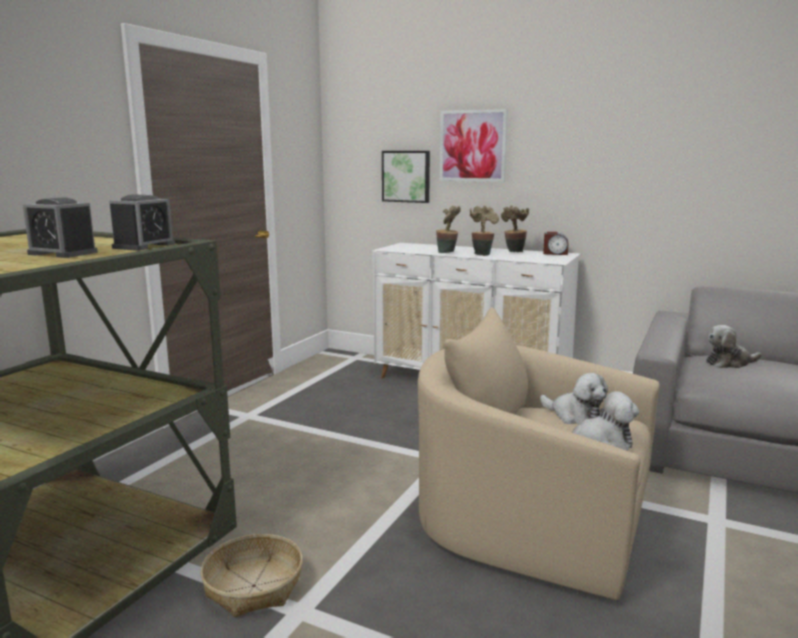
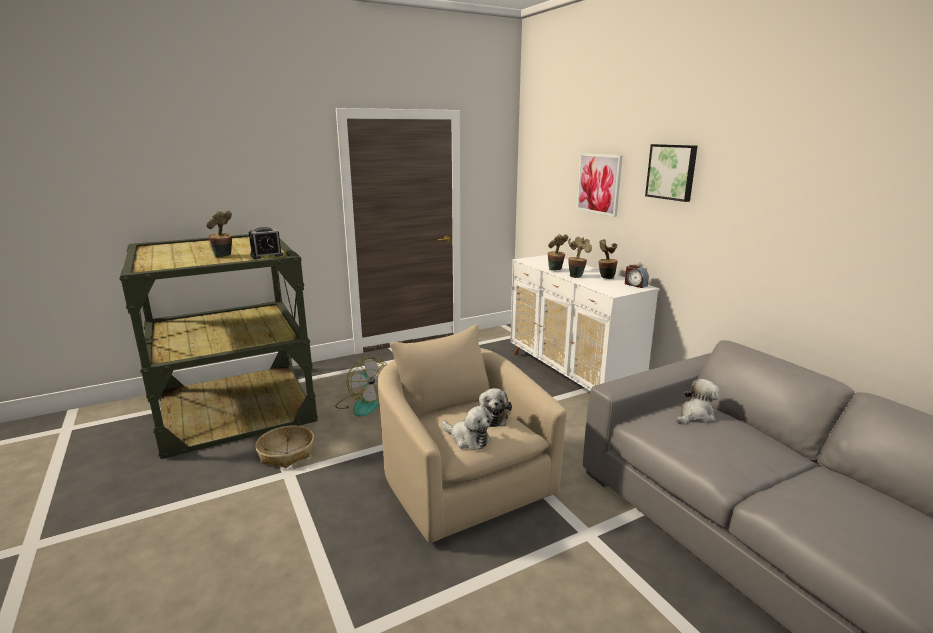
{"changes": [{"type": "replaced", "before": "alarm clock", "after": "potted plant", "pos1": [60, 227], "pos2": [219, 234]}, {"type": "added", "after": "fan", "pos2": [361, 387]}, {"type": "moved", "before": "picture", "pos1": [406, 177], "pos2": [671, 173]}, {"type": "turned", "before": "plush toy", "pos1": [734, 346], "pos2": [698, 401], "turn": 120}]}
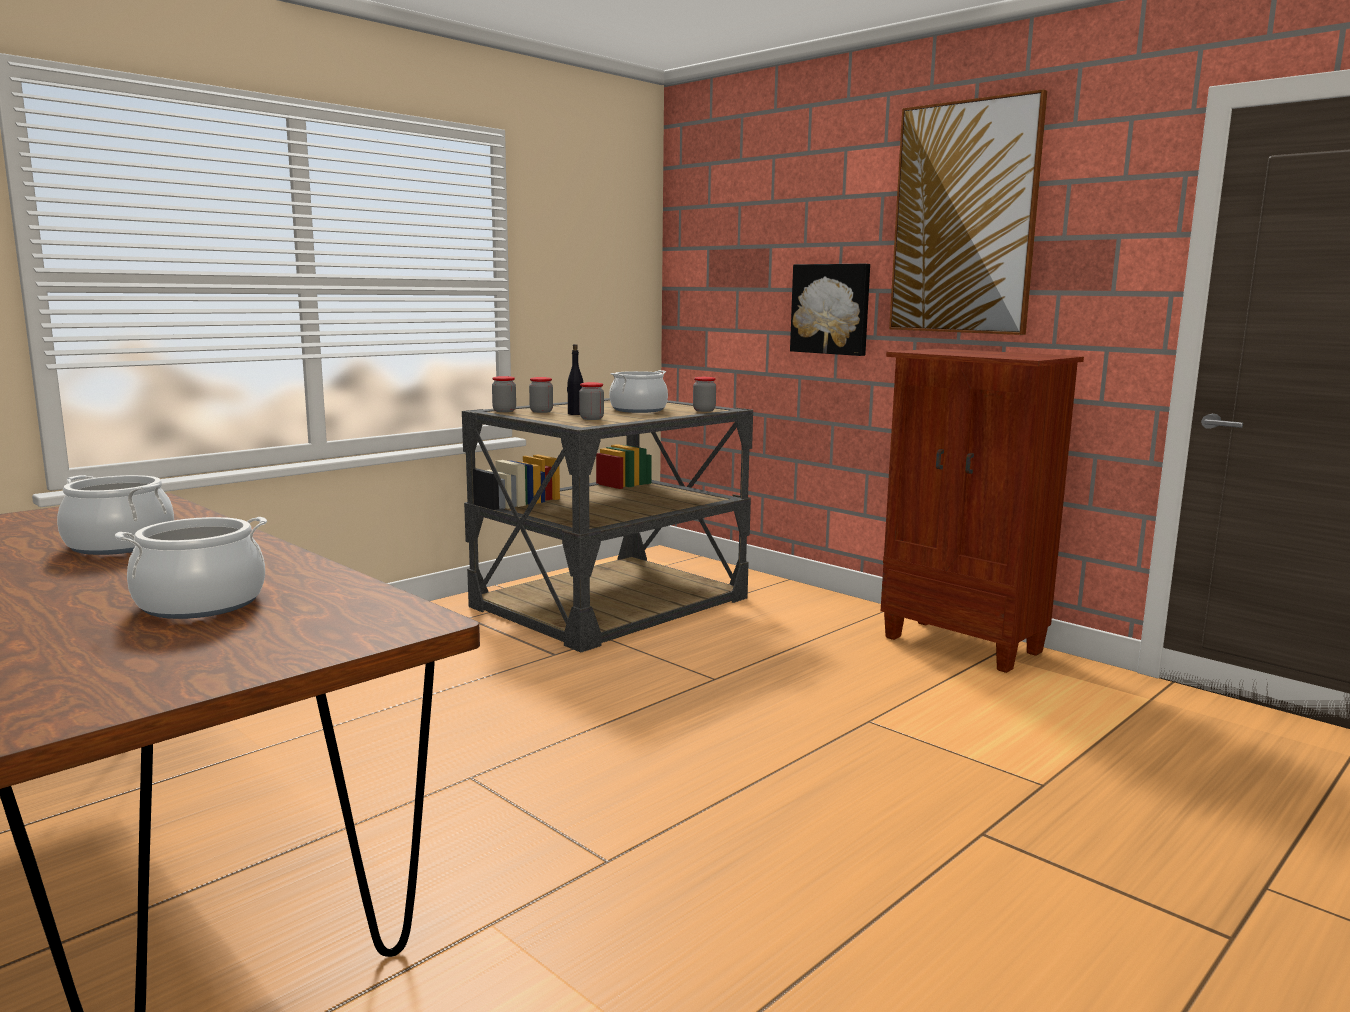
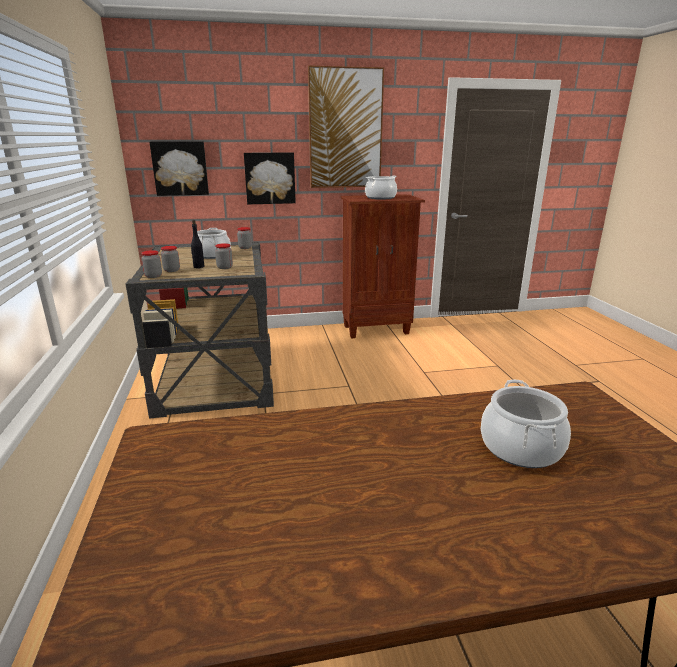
{"changes": [{"type": "added", "after": "picture", "pos2": [179, 168]}, {"type": "moved", "before": "cooking pot", "pos1": [115, 515], "pos2": [381, 188]}]}
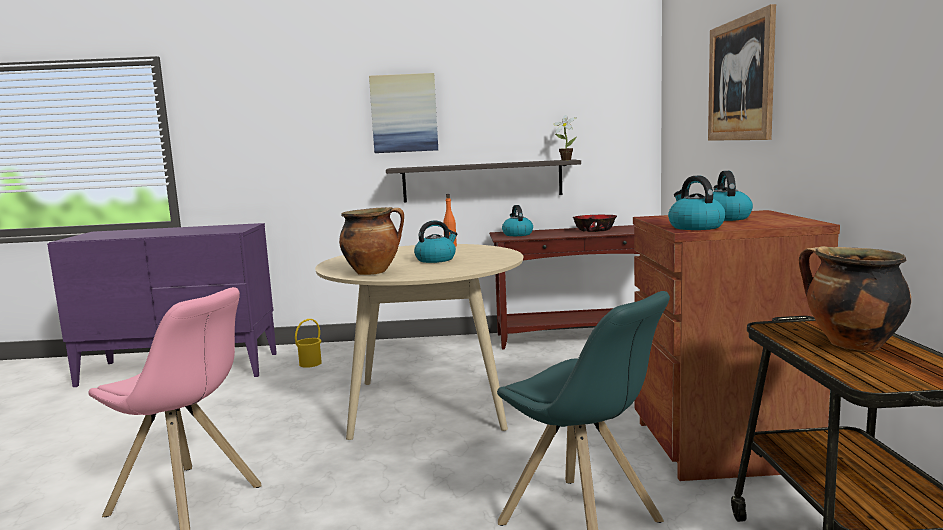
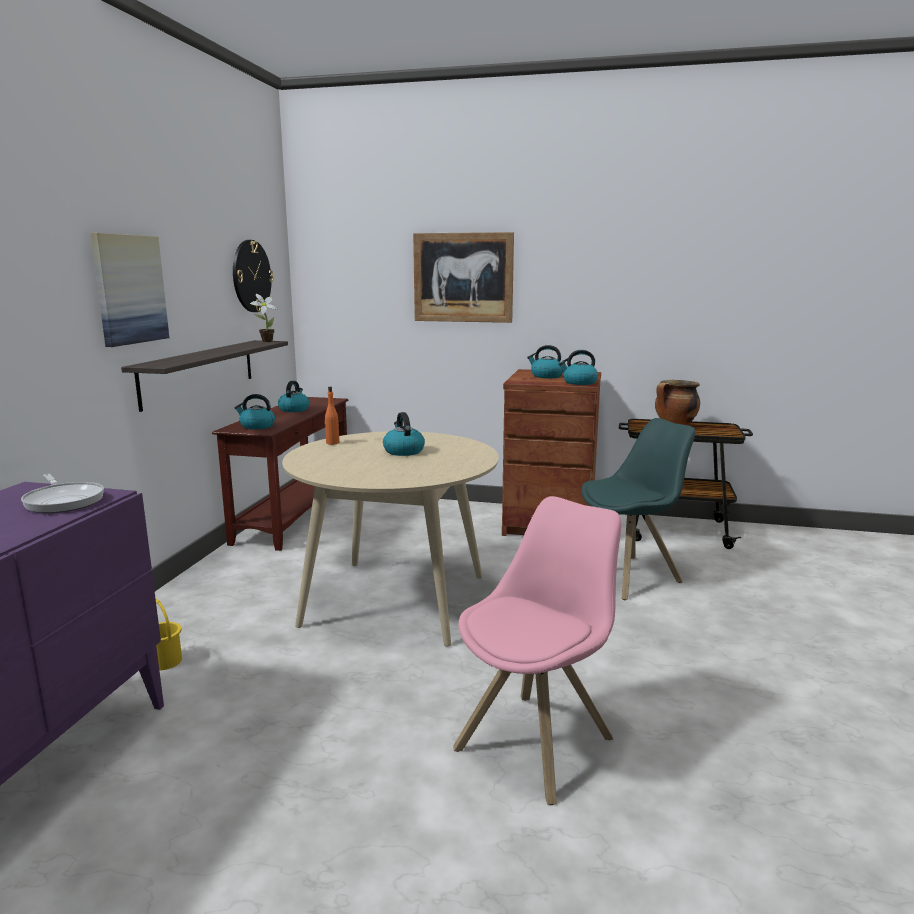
{"changes": [{"type": "added", "after": "frying pan", "pos2": [62, 493]}, {"type": "added", "after": "wall clock", "pos2": [253, 276]}, {"type": "replaced", "before": "bowl", "after": "kettle", "pos1": [595, 223], "pos2": [293, 396]}, {"type": "removed", "before": "cooking pot", "pos1": [371, 241]}]}
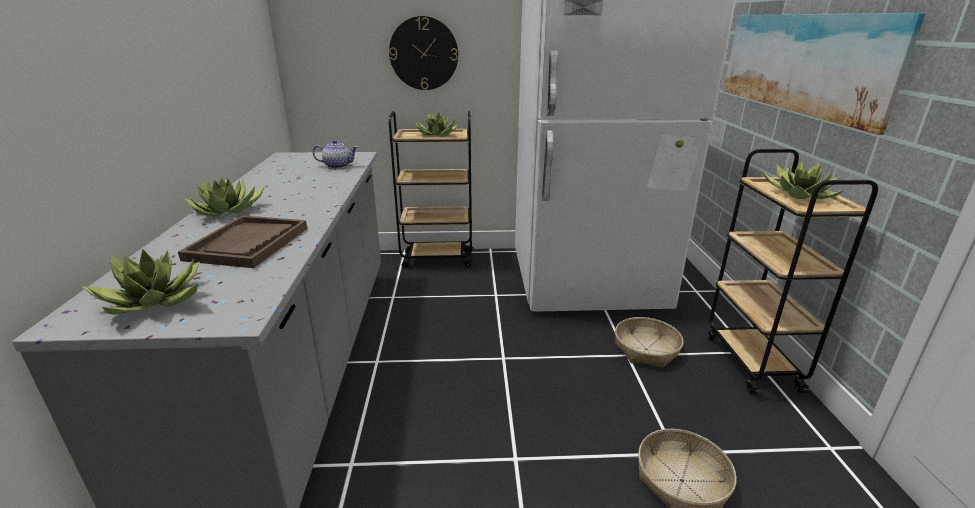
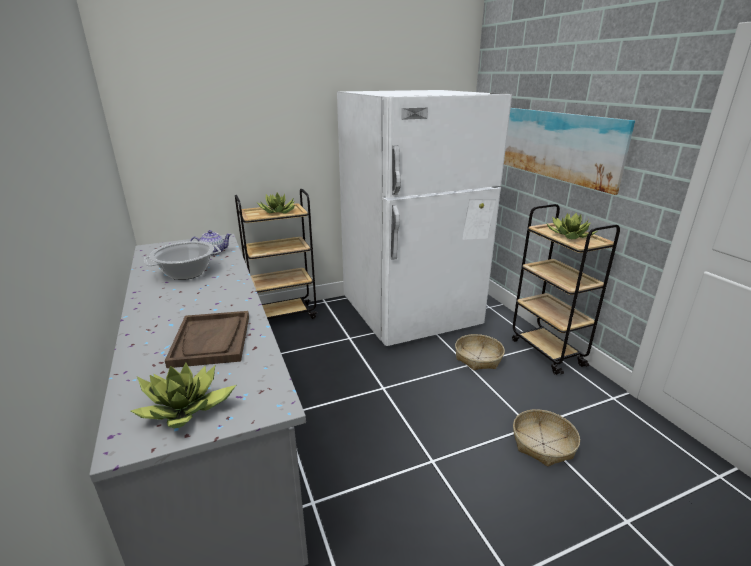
{"changes": [{"type": "added", "after": "cooking pot", "pos2": [182, 260]}, {"type": "removed", "before": "potted plant", "pos1": [225, 197]}, {"type": "removed", "before": "wall clock", "pos1": [423, 53]}]}
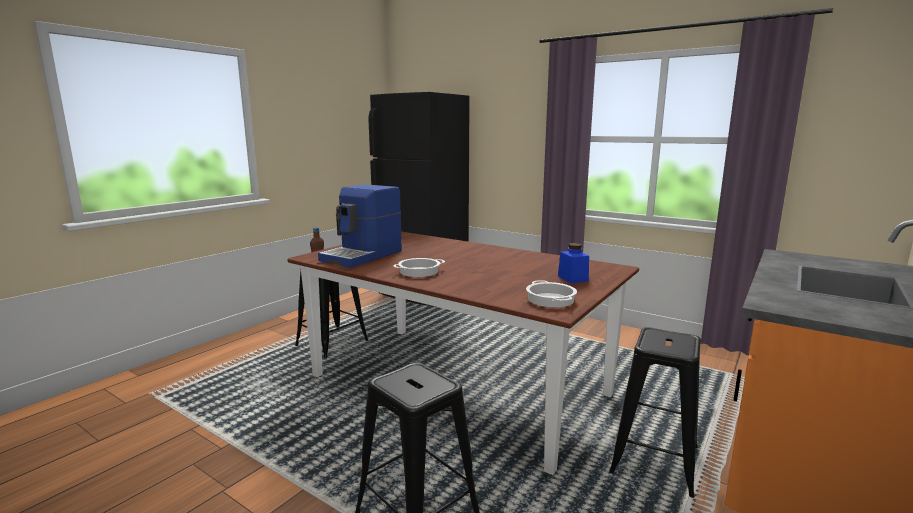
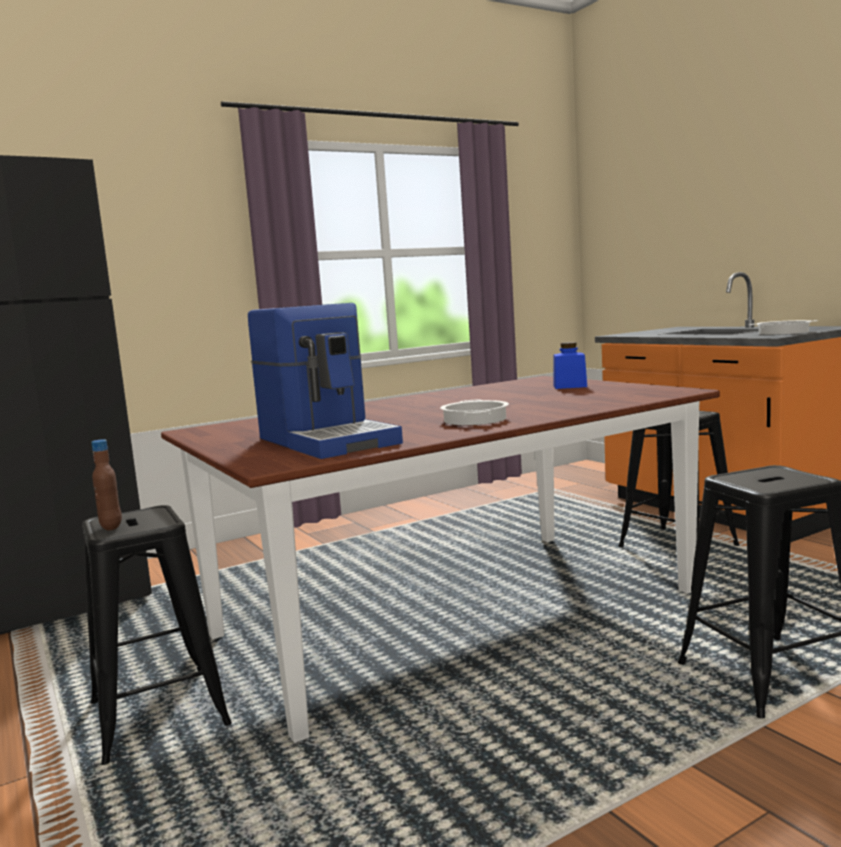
{"changes": [{"type": "moved", "before": "cooking pot", "pos1": [551, 293], "pos2": [783, 327]}]}
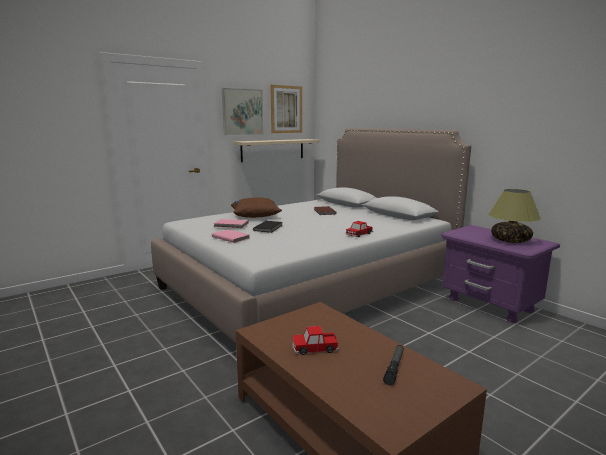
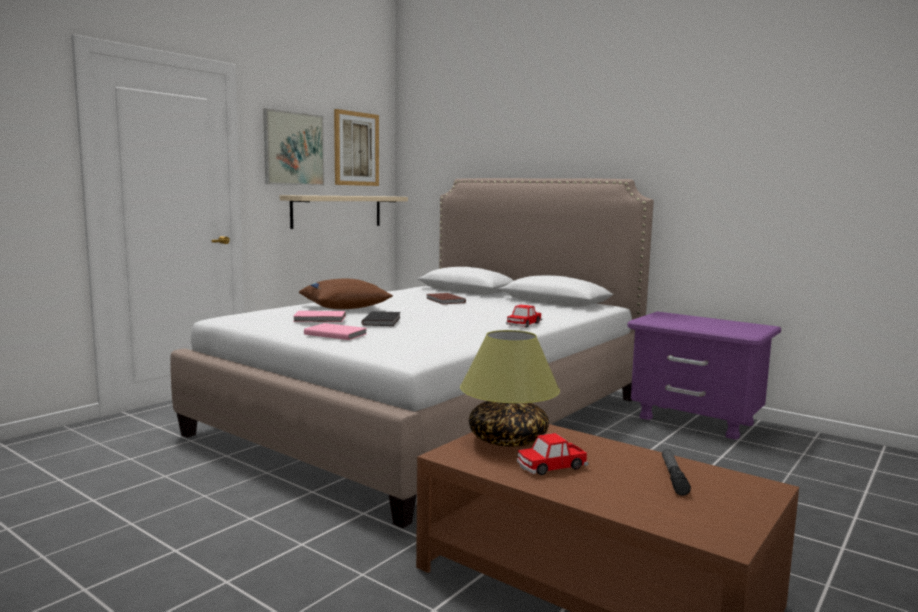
{"changes": [{"type": "moved", "before": "table lamp", "pos1": [514, 216], "pos2": [510, 388]}]}
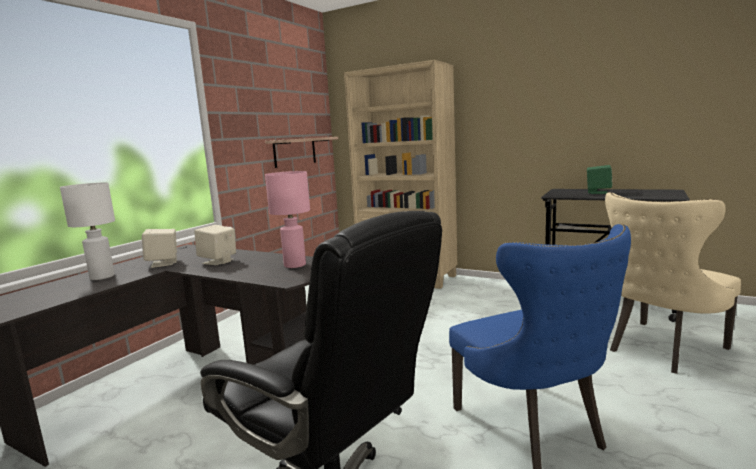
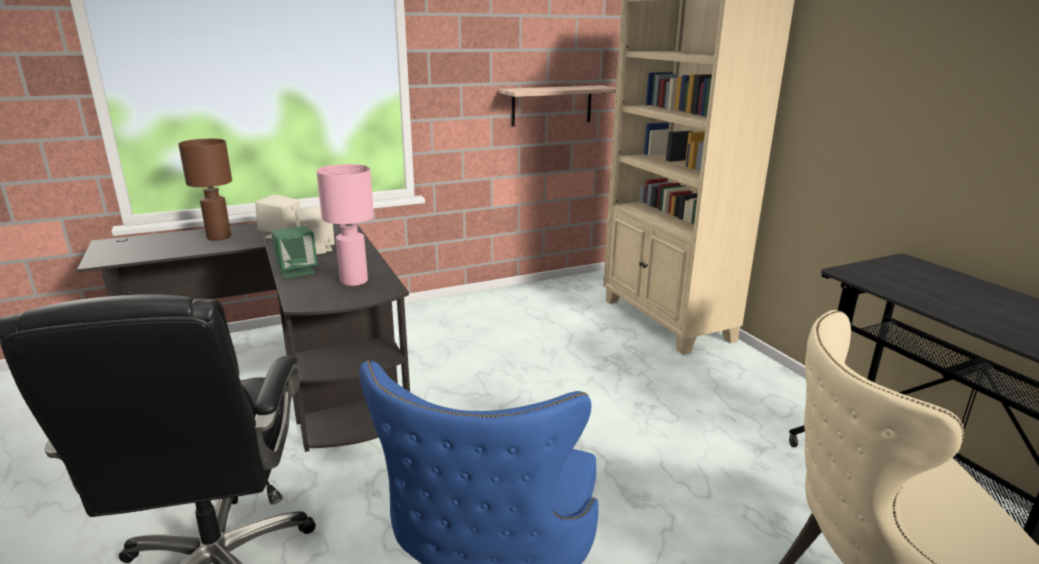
{"changes": [{"type": "recoloured", "before": "table lamp in white", "after": "table lamp in brown", "pos1": [87, 231], "pos2": [205, 190]}, {"type": "moved", "before": "speaker in green", "pos1": [600, 179], "pos2": [294, 252]}]}
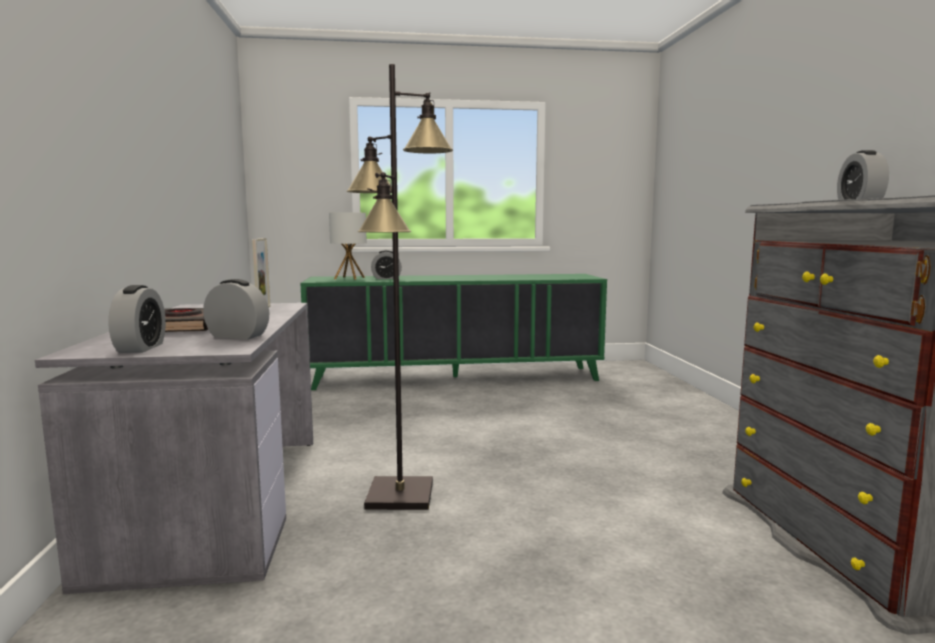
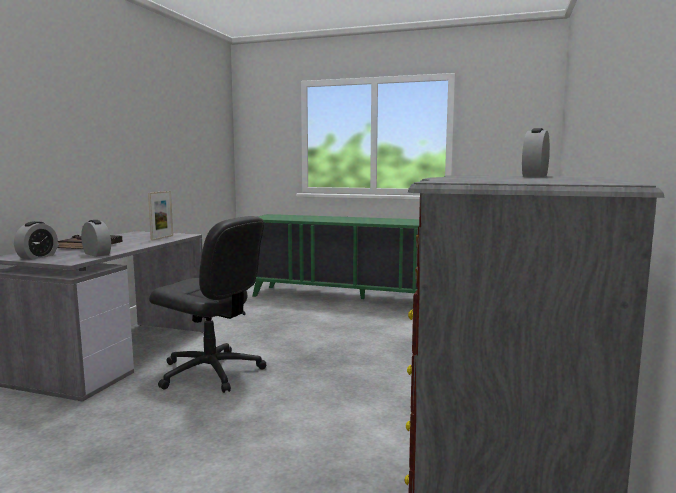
{"changes": [{"type": "replaced", "before": "floor lamp in black", "after": "office chair in black", "pos1": [399, 287], "pos2": [208, 304]}, {"type": "removed", "before": "table lamp", "pos1": [348, 246]}, {"type": "removed", "before": "alarm clock", "pos1": [386, 264]}]}
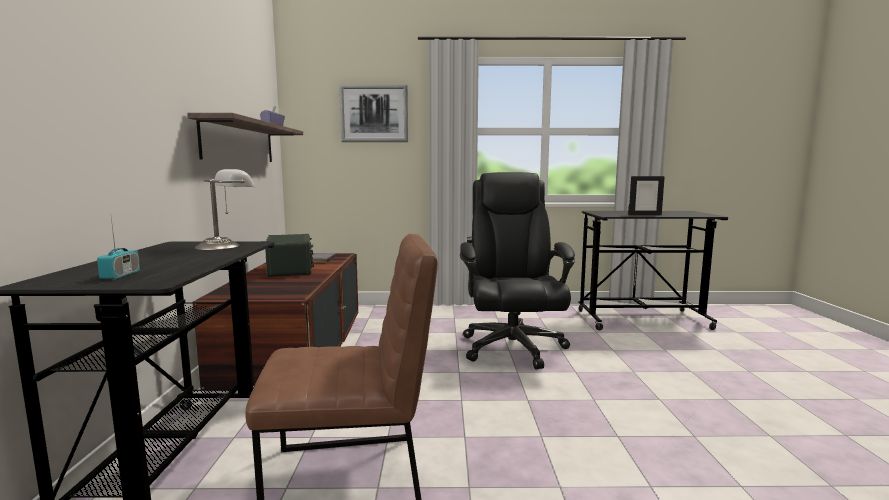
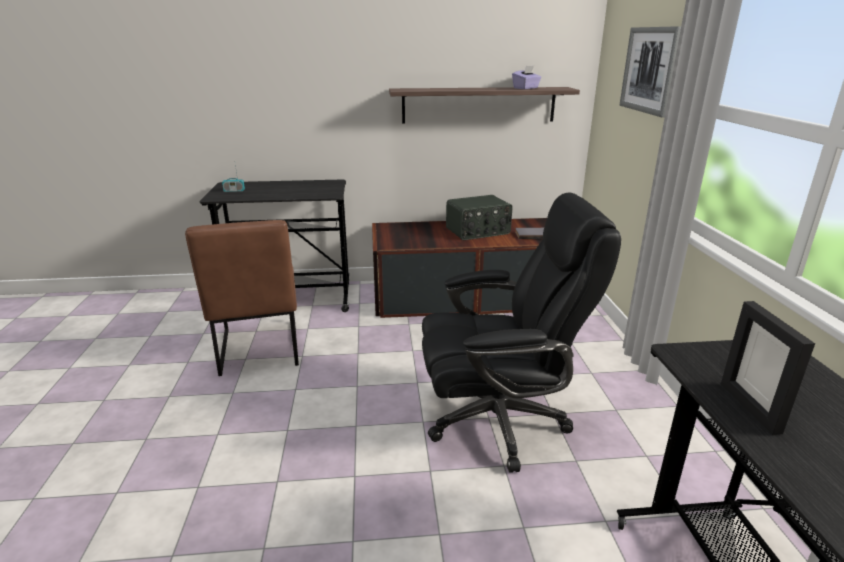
{"changes": [{"type": "removed", "before": "table lamp in white", "pos1": [225, 209]}]}
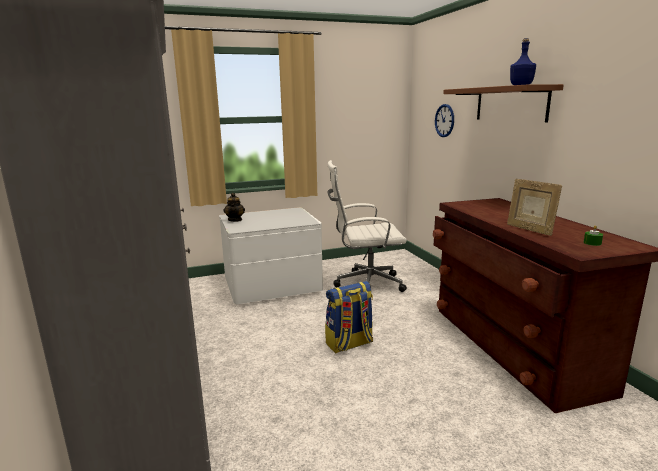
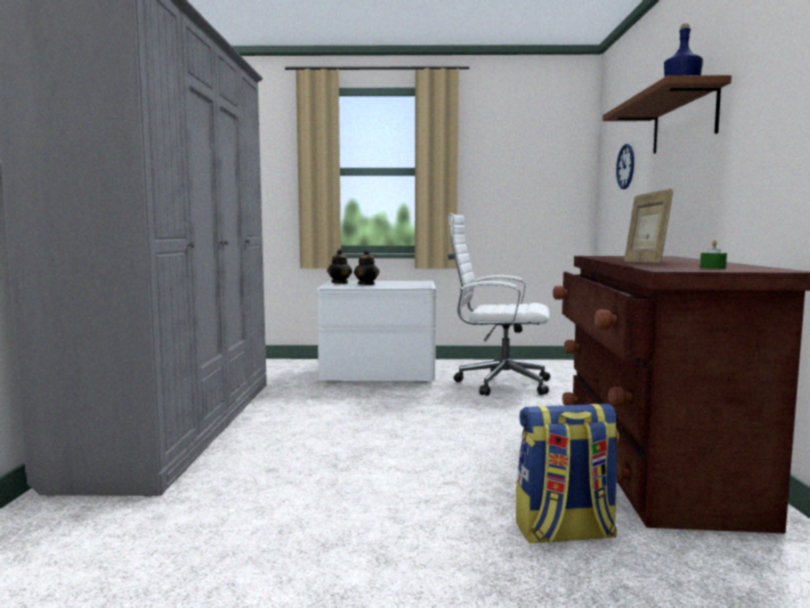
{"changes": [{"type": "added", "after": "teapot", "pos2": [366, 267]}, {"type": "moved", "before": "backpack", "pos1": [349, 317], "pos2": [567, 474]}]}
